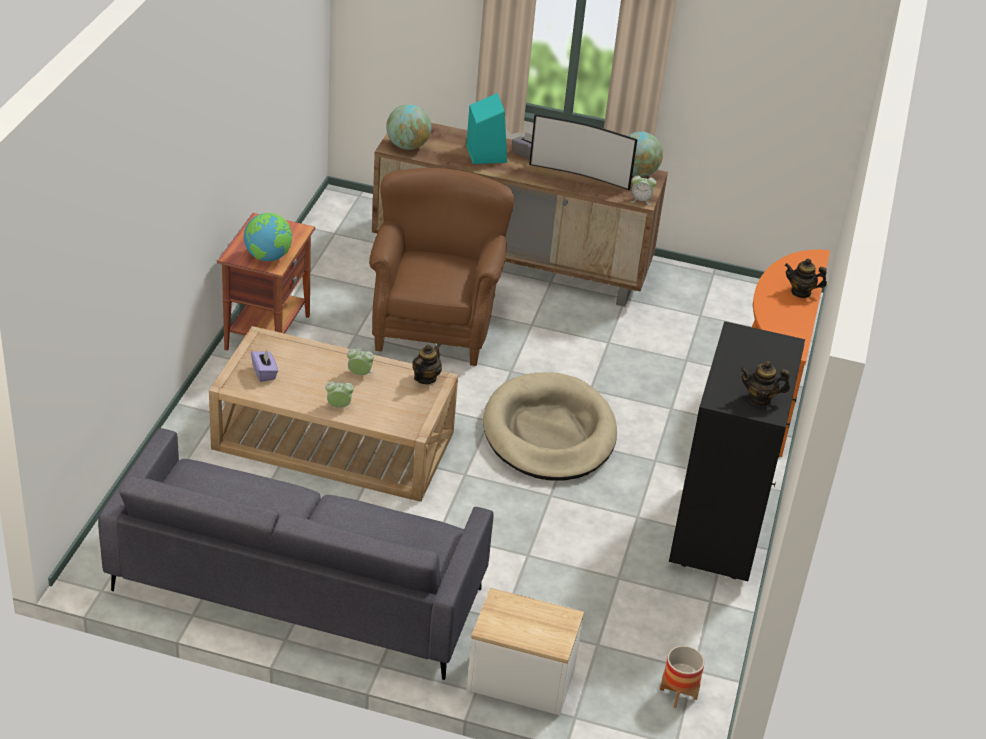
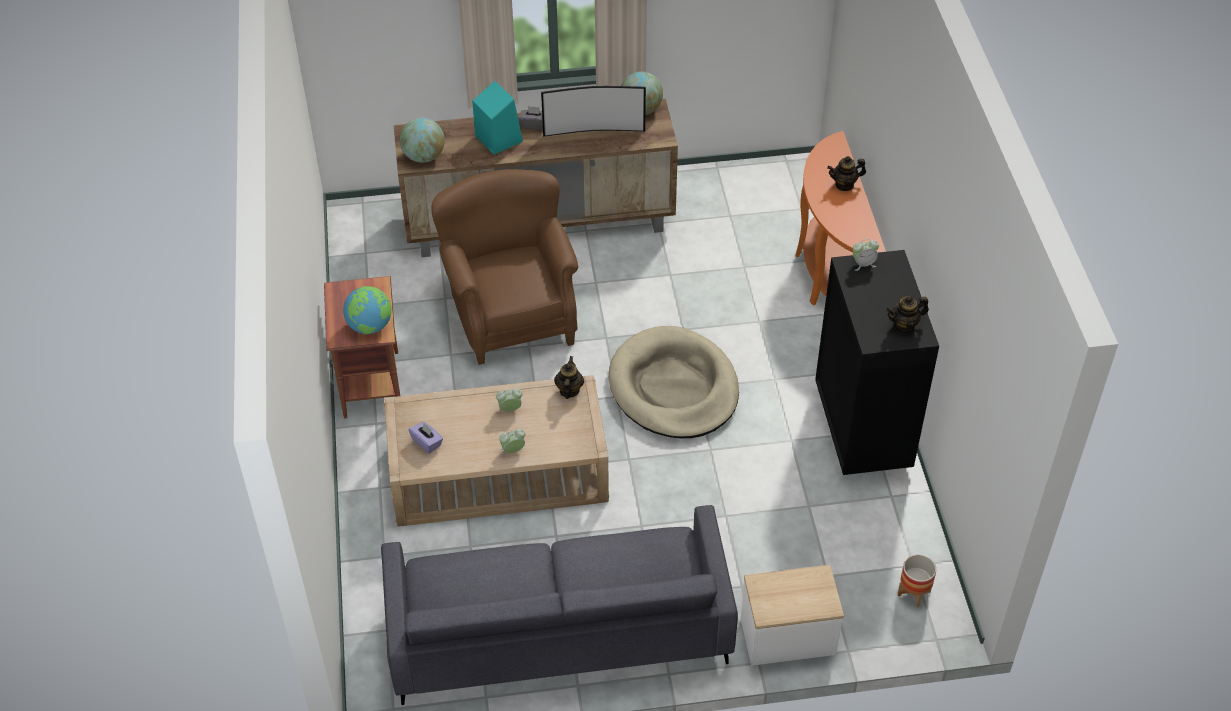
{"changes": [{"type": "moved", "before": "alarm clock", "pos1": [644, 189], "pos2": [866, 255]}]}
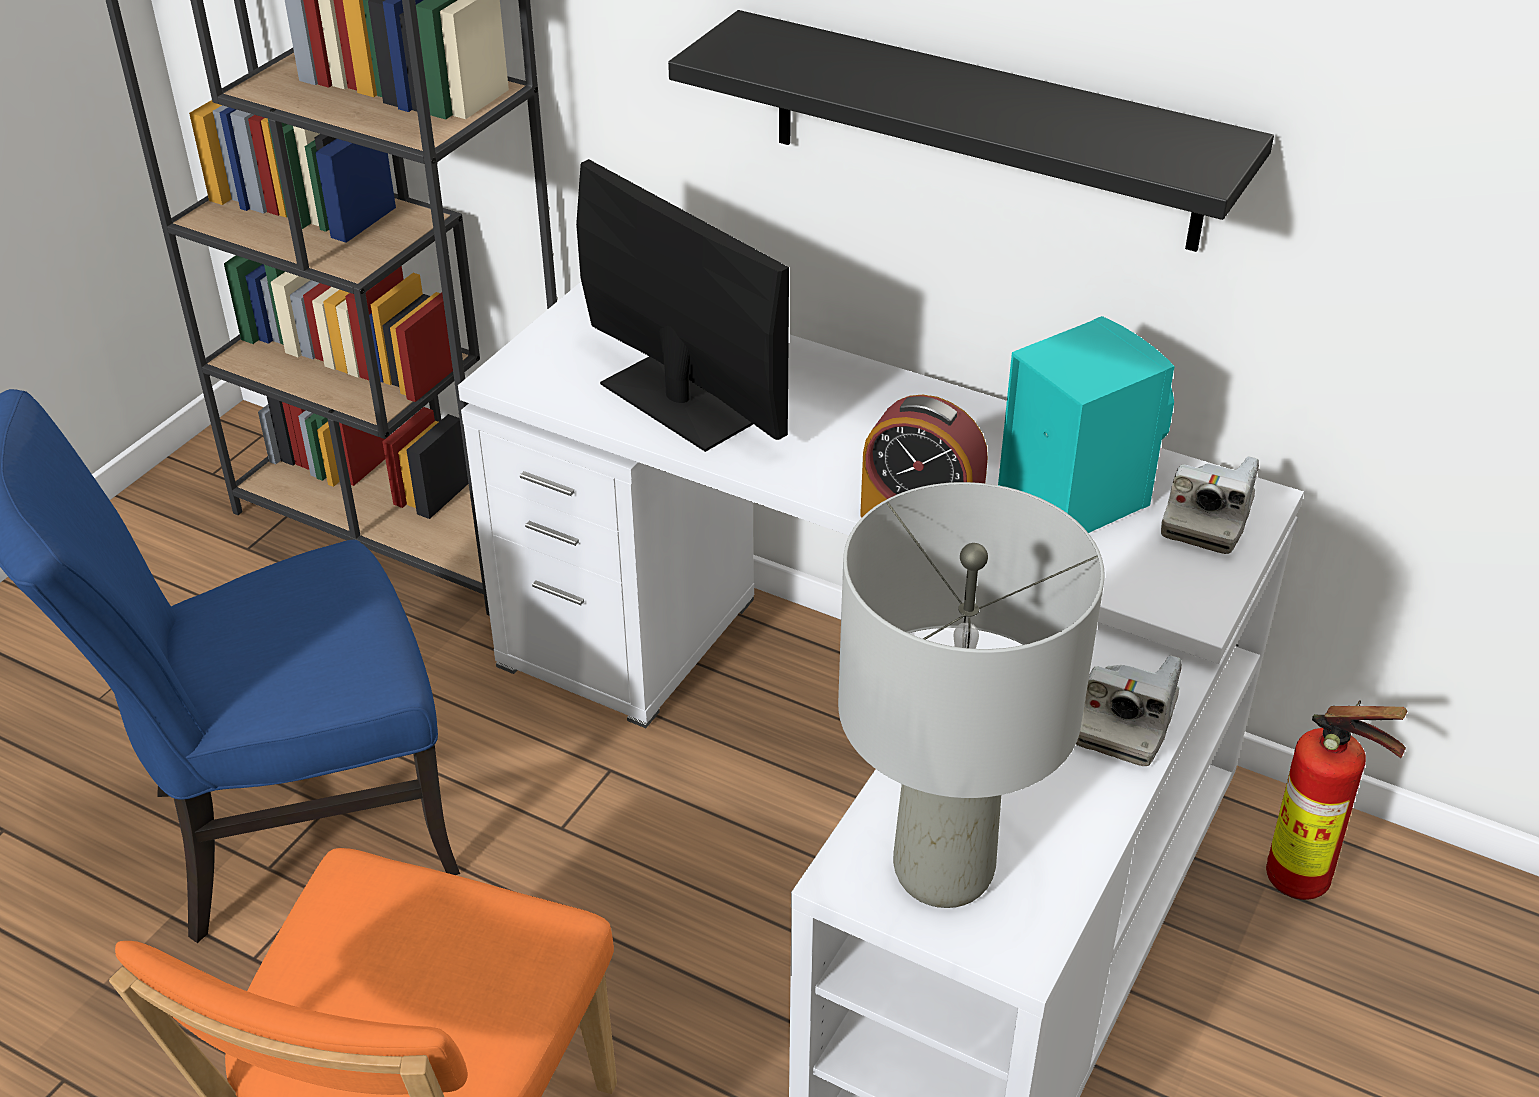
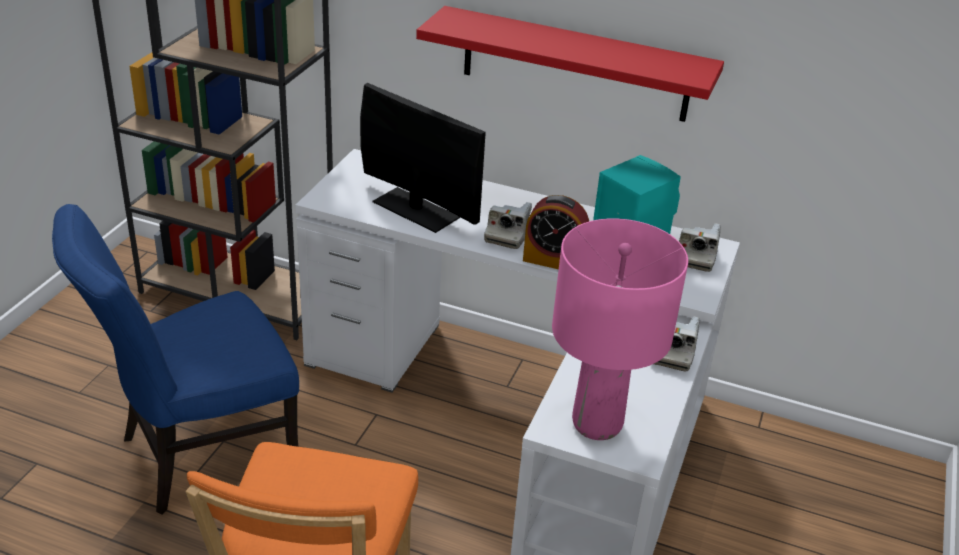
{"changes": [{"type": "recoloured", "before": "shelf in black", "after": "shelf in red", "pos1": [971, 131], "pos2": [570, 64]}, {"type": "added", "after": "photo camera", "pos2": [508, 225]}, {"type": "recoloured", "before": "table lamp in grey", "after": "table lamp in pink", "pos1": [971, 695], "pos2": [620, 329]}, {"type": "removed", "before": "fire extinguisher", "pos1": [1337, 800]}]}
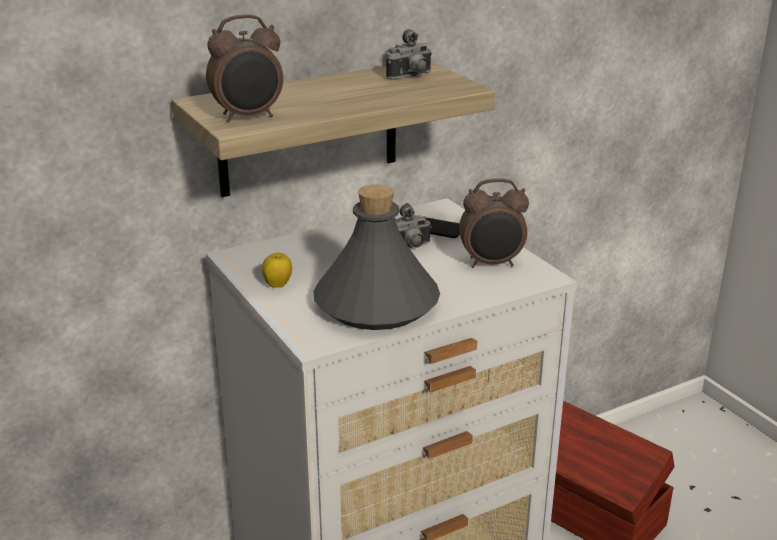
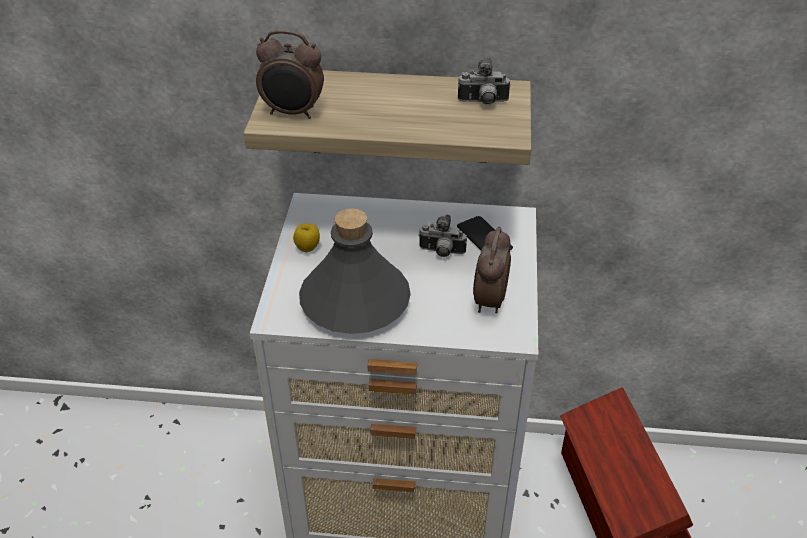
{"changes": [{"type": "turned", "before": "alarm clock", "pos1": [494, 223], "pos2": [492, 270], "turn": 75}]}
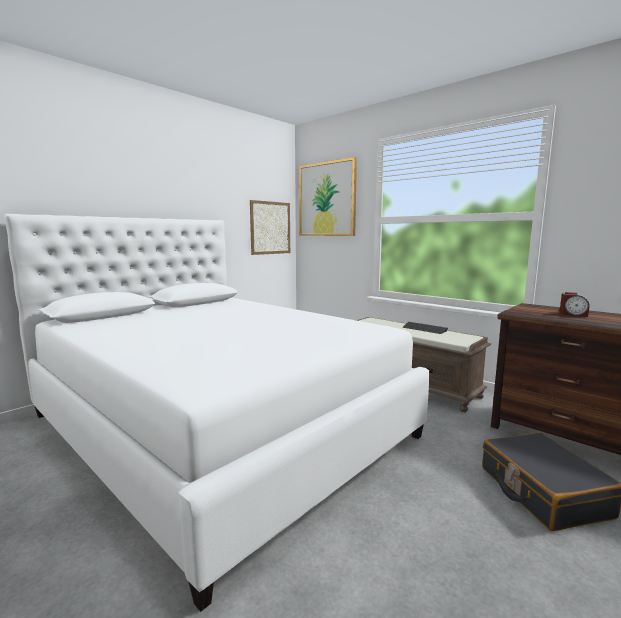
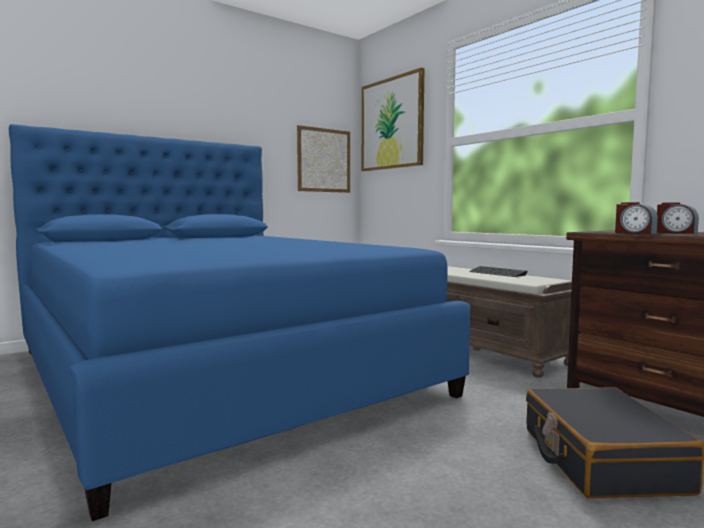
{"changes": [{"type": "recoloured", "before": "bed in white", "after": "bed in blue", "pos1": [216, 413], "pos2": [239, 322]}, {"type": "added", "after": "alarm clock", "pos2": [636, 218]}]}
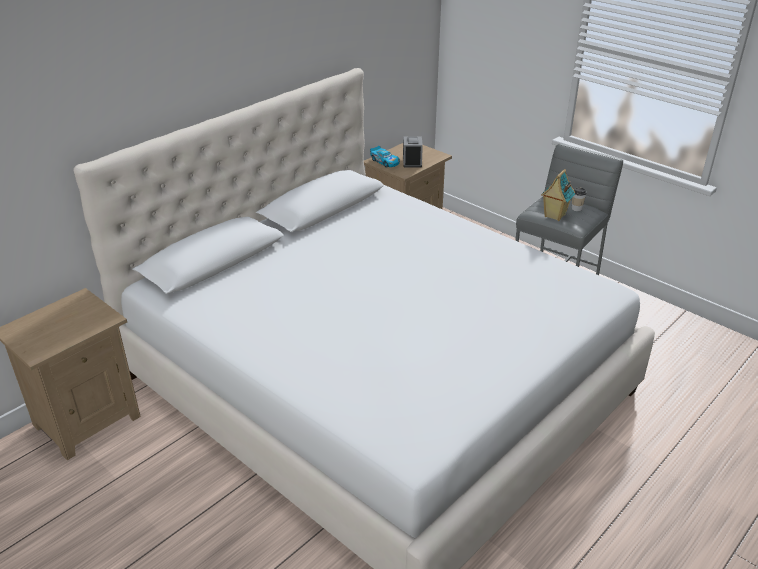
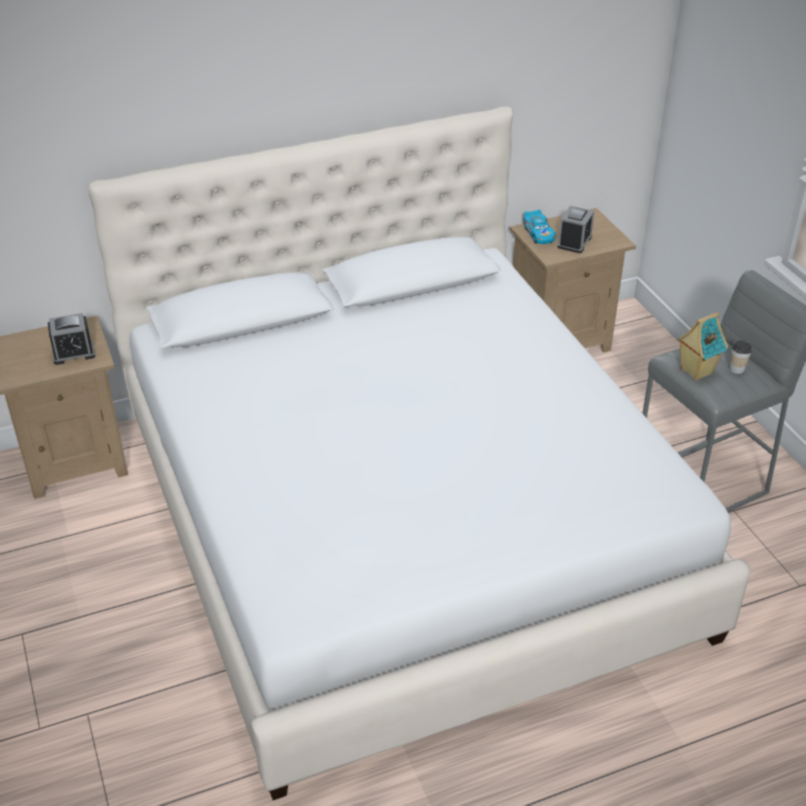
{"changes": [{"type": "added", "after": "alarm clock", "pos2": [71, 339]}]}
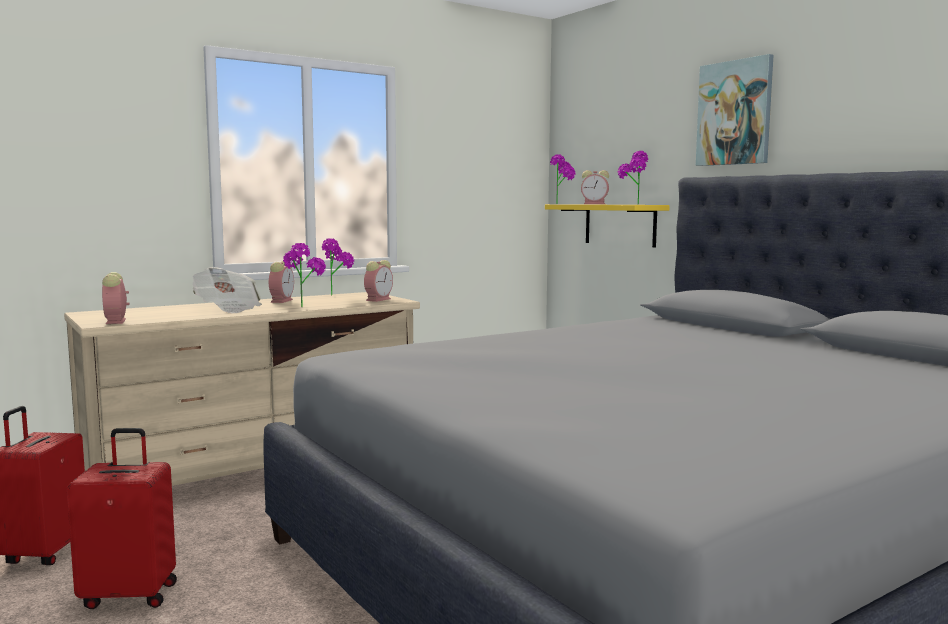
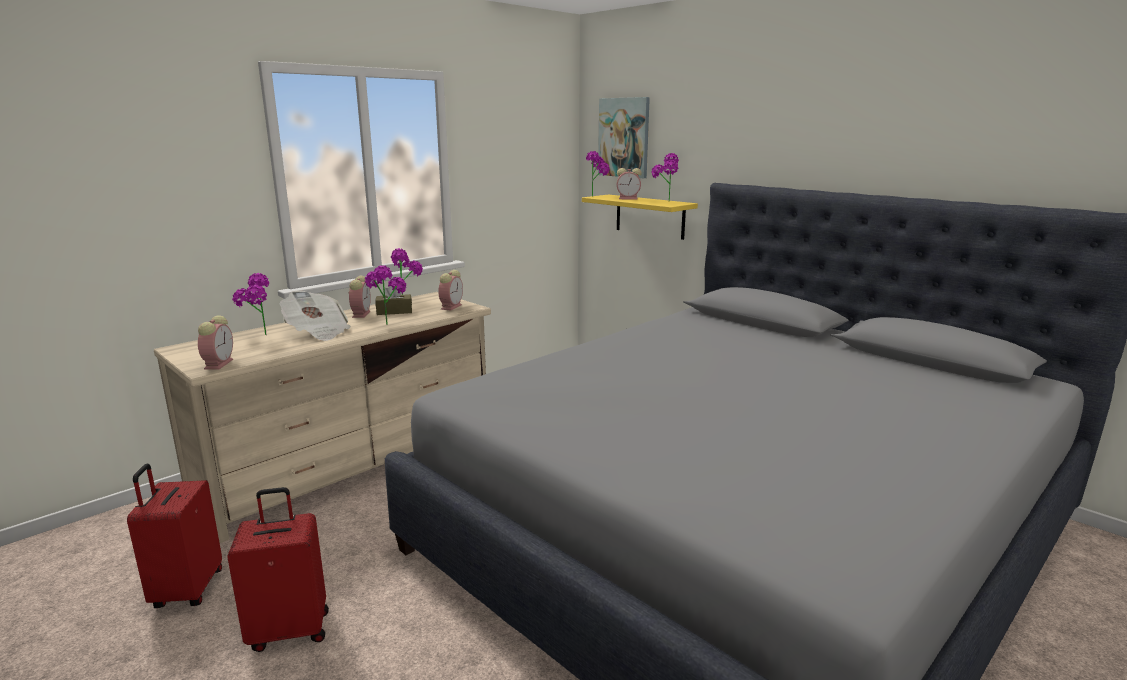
{"changes": [{"type": "turned", "before": "alarm clock", "pos1": [116, 298], "pos2": [215, 342], "turn": -150}, {"type": "added", "after": "potted plant", "pos2": [250, 304]}, {"type": "added", "after": "tissue box in brown", "pos2": [393, 300]}, {"type": "moved", "before": "picture", "pos1": [735, 110], "pos2": [624, 137]}]}
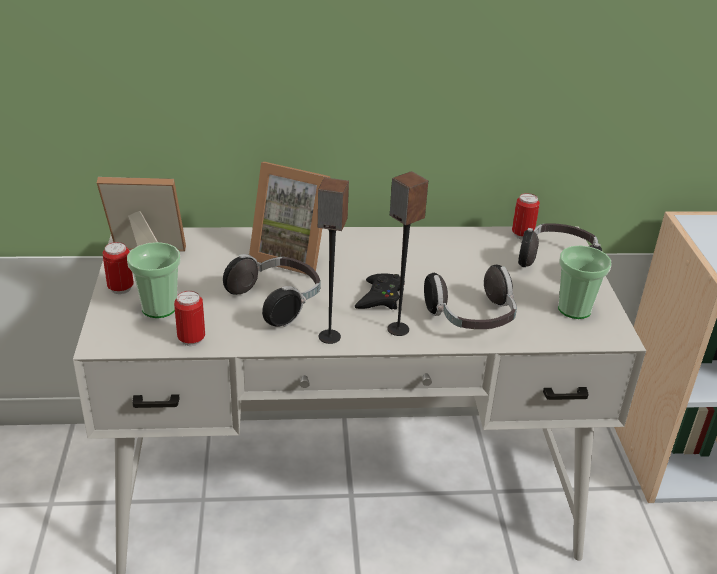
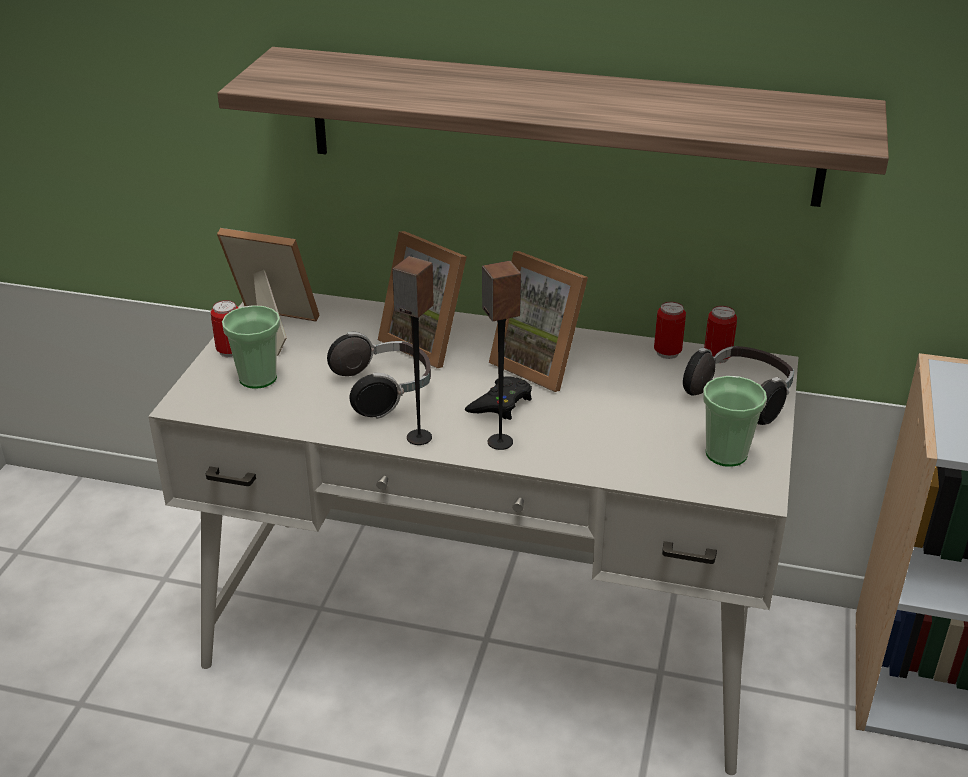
{"changes": [{"type": "added", "after": "shelf", "pos2": [553, 127]}, {"type": "added", "after": "picture frame", "pos2": [538, 321]}, {"type": "moved", "before": "can", "pos1": [189, 318], "pos2": [670, 330]}, {"type": "removed", "before": "headphones", "pos1": [470, 297]}]}
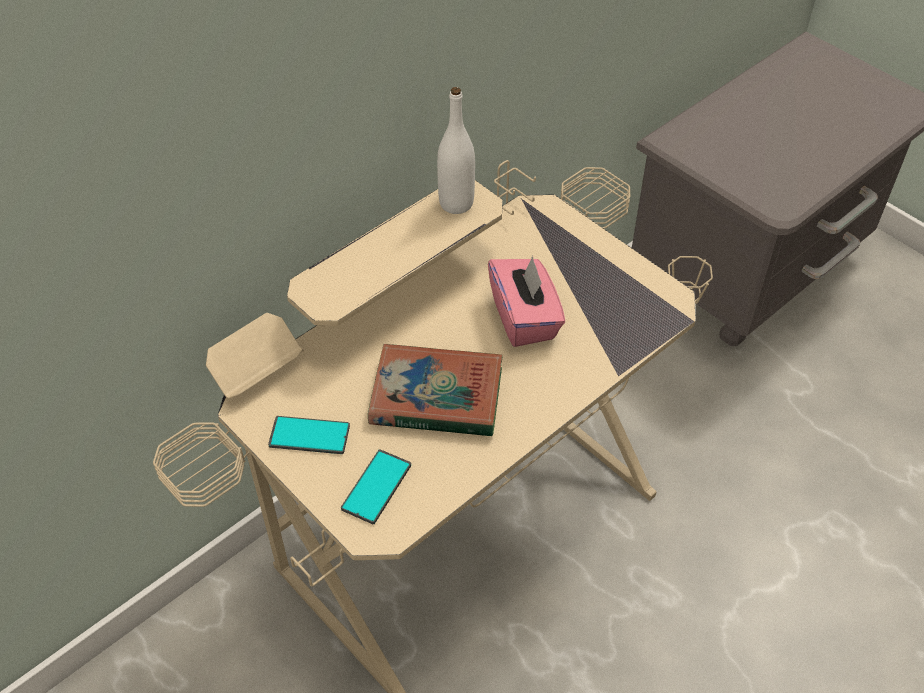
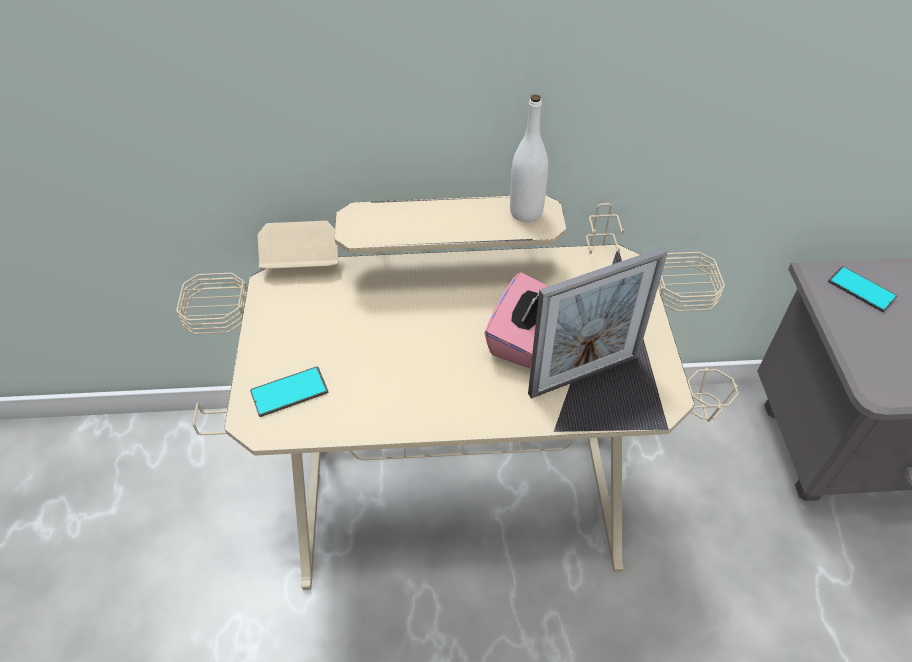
{"changes": [{"type": "added", "after": "picture frame", "pos2": [598, 323]}, {"type": "moved", "before": "phone", "pos1": [309, 435], "pos2": [862, 289]}, {"type": "removed", "before": "book", "pos1": [435, 390]}]}
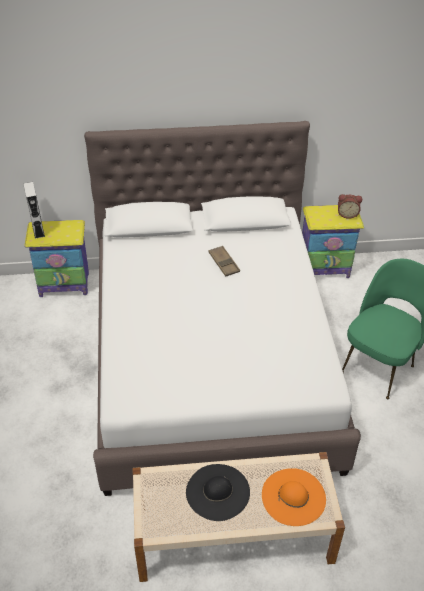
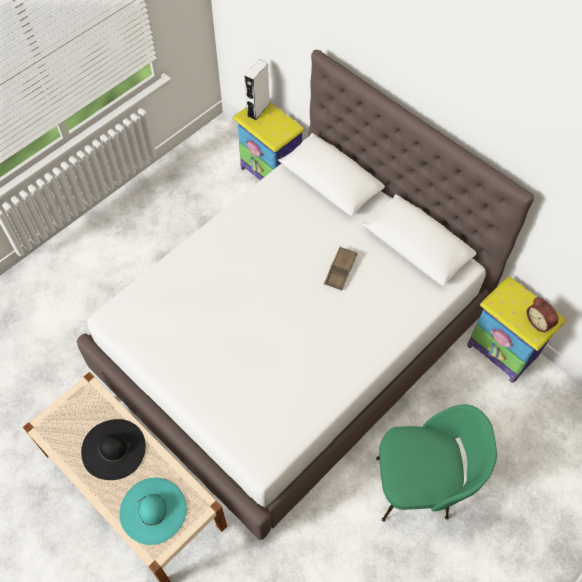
{"changes": [{"type": "recoloured", "before": "hat in orange", "after": "hat in turquoise", "pos1": [294, 497], "pos2": [153, 511]}]}
